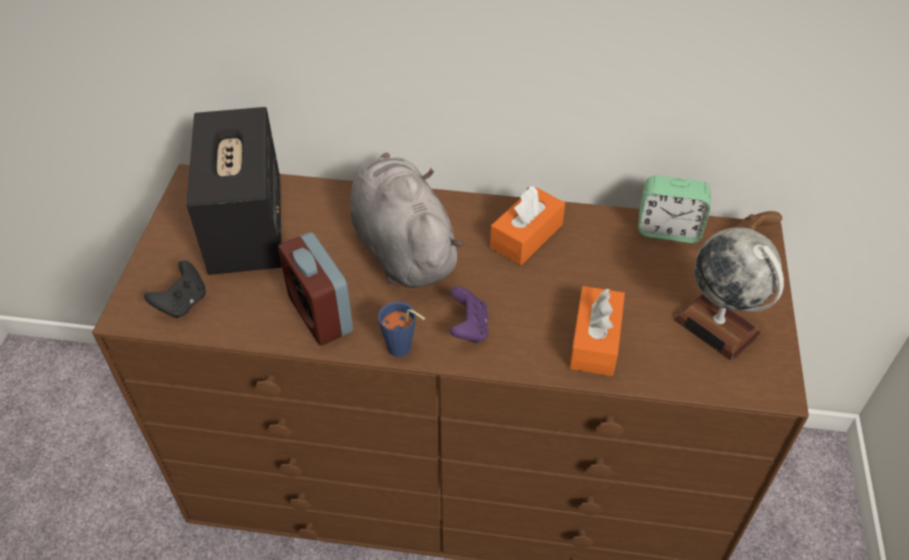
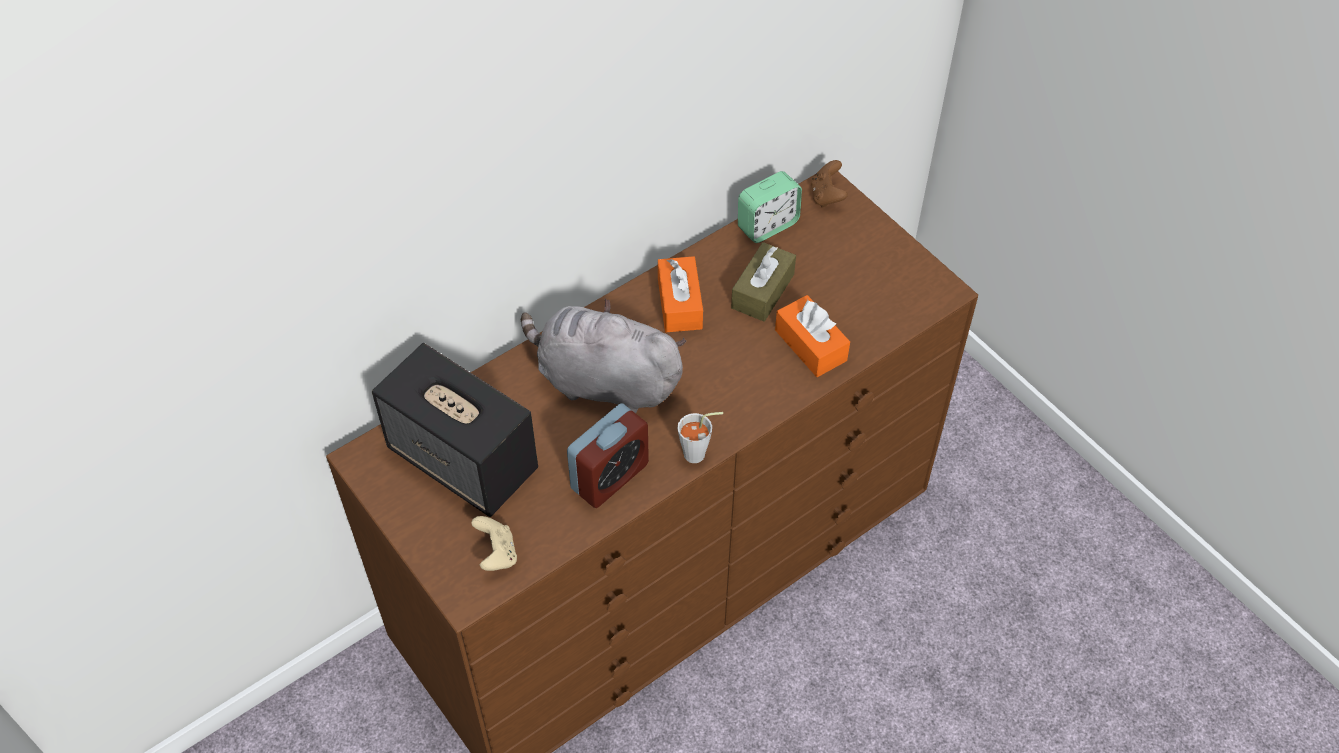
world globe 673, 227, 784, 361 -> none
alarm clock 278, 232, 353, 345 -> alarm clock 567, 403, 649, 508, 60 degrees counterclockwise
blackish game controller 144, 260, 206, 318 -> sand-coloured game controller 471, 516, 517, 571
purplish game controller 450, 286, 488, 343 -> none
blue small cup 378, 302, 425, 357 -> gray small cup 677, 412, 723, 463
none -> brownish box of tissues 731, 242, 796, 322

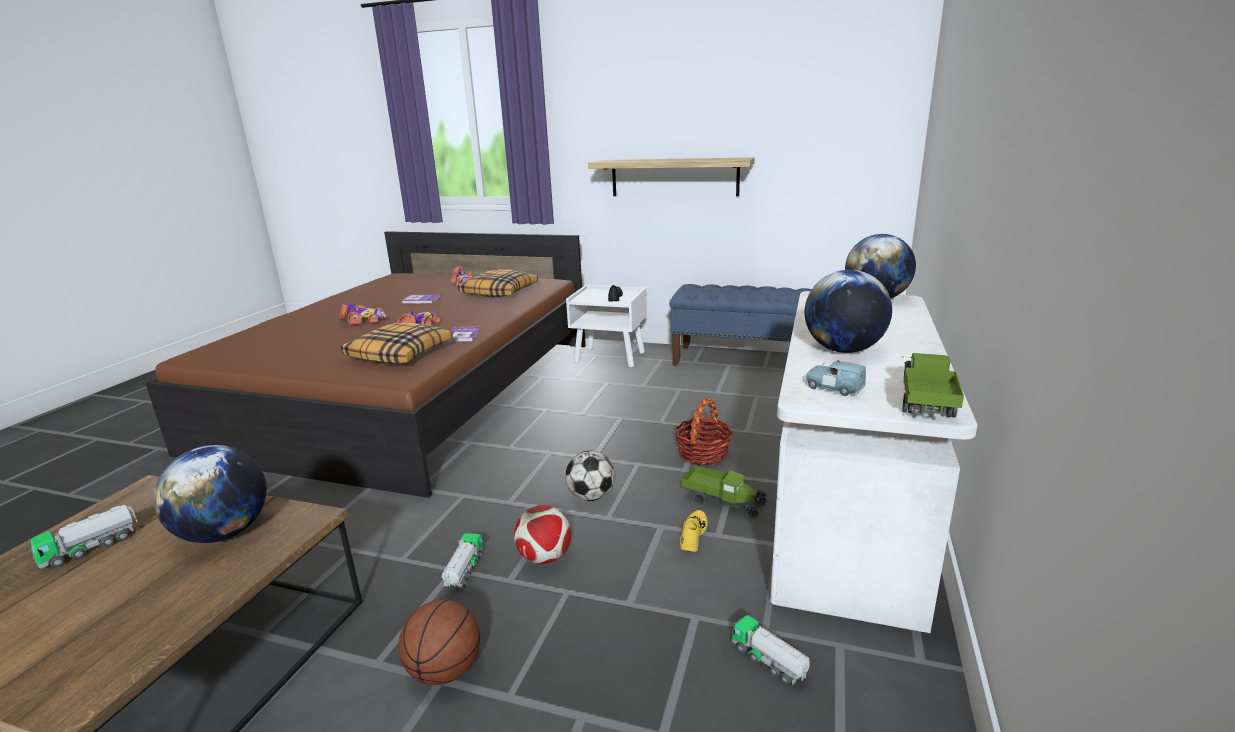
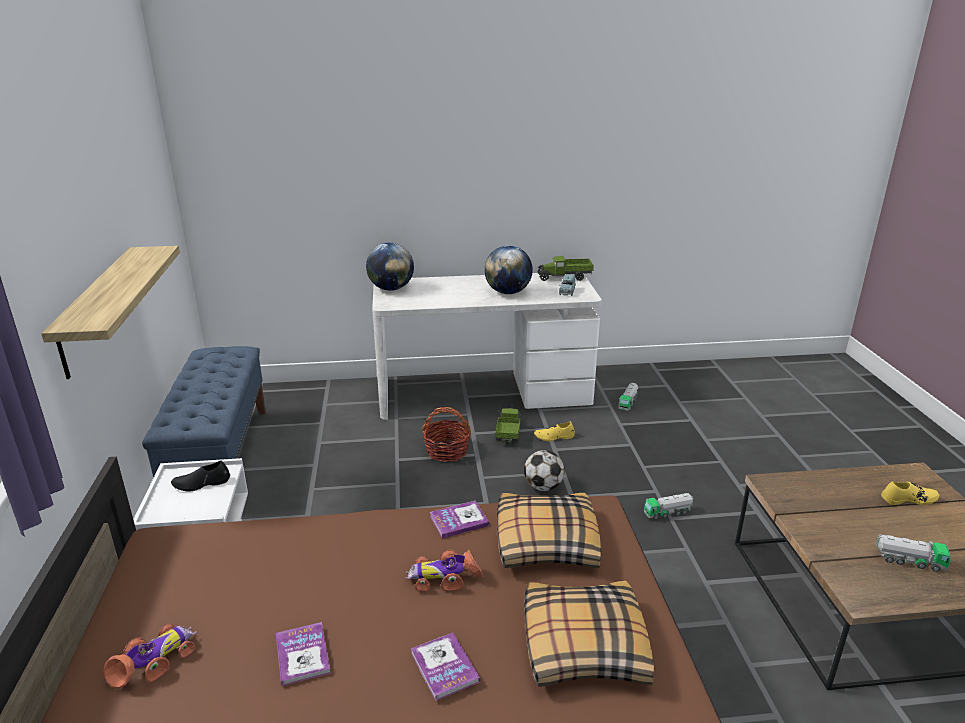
cushion 458, 269, 538, 297 -> cushion 524, 581, 654, 687, move
model car 339, 303, 388, 325 -> volume 411, 633, 480, 701
world globe 153, 445, 267, 543 -> none
football ball 514, 505, 571, 564 -> none
ball for basketball 399, 600, 480, 685 -> none
none -> yellow-coloured item of footwear 881, 481, 939, 505

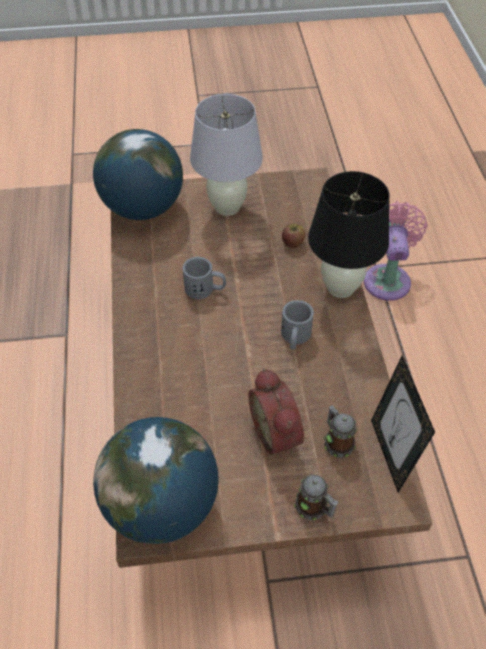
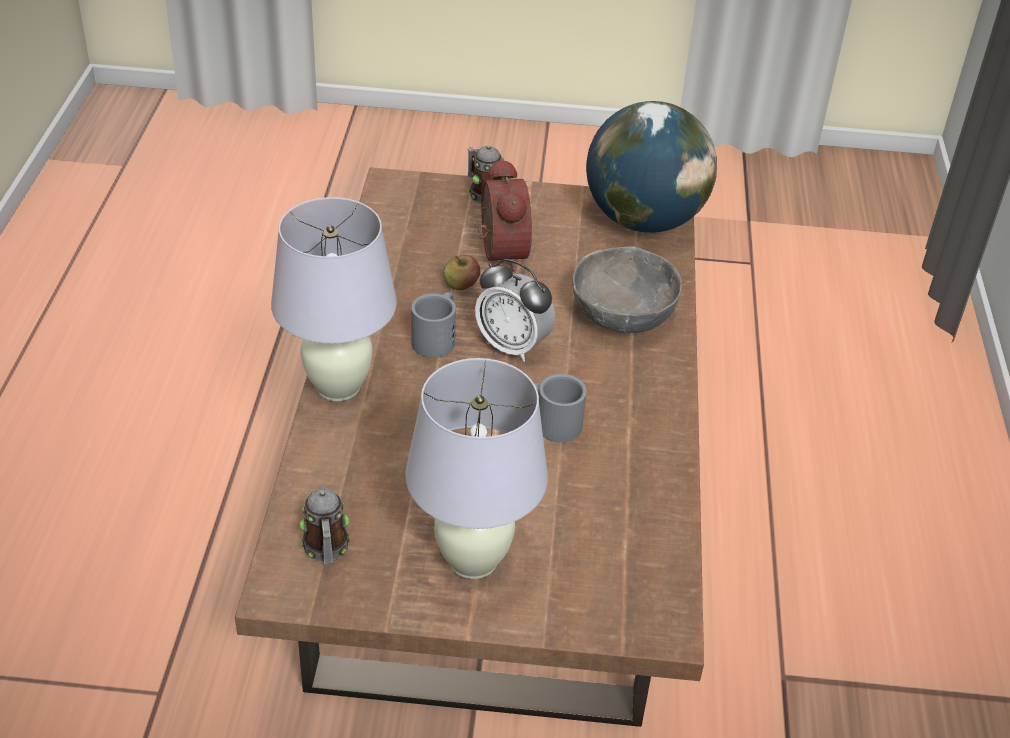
world globe 93, 129, 183, 220 -> none
blackish tabletop lamp 308, 171, 390, 298 -> white tabletop lamp 271, 197, 397, 402
pink fan 364, 201, 427, 301 -> none
apple 282, 224, 306, 248 -> apple 443, 255, 480, 290, move
photo frame 371, 356, 435, 493 -> none
mug 324, 405, 357, 458 -> mug 299, 488, 351, 564, move
none -> gray serving bowl 572, 246, 682, 333
none -> alarm clock 475, 259, 555, 362

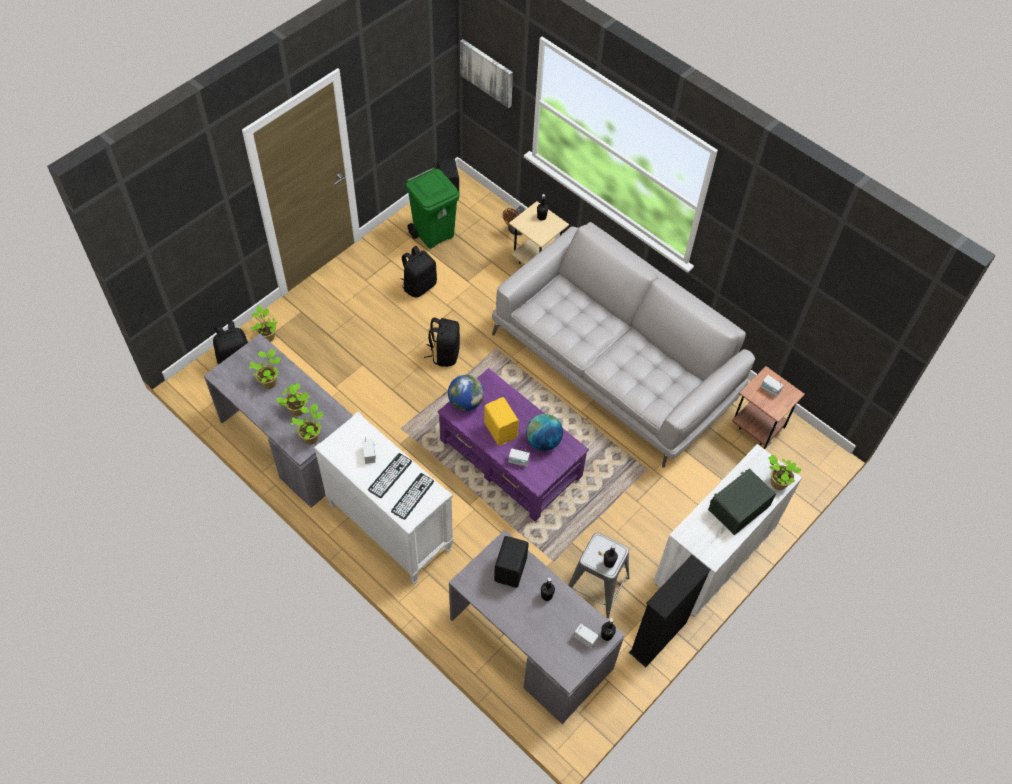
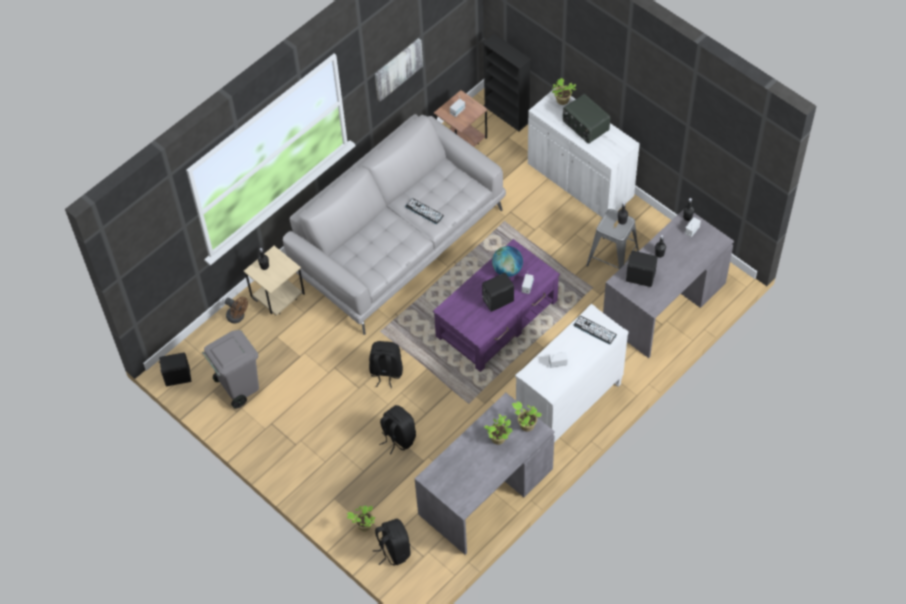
wall picture 460, 39, 513, 108 -> wall picture 375, 38, 423, 102, move
green-coloured waste bin 406, 168, 459, 249 -> gray waste bin 202, 330, 259, 409
blackish rucksack 401, 246, 437, 298 -> blackish rucksack 379, 405, 416, 454, move
houseplant 248, 349, 281, 389 -> none
world globe 448, 375, 484, 411 -> none
yellow-coloured speaker 484, 397, 519, 446 -> blackish speaker 482, 273, 514, 312
computer keyboard 368, 453, 412, 498 -> computer keyboard 405, 198, 444, 224, move
blackish bookshelf 629, 555, 710, 667 -> blackish bookshelf 482, 33, 531, 131, move

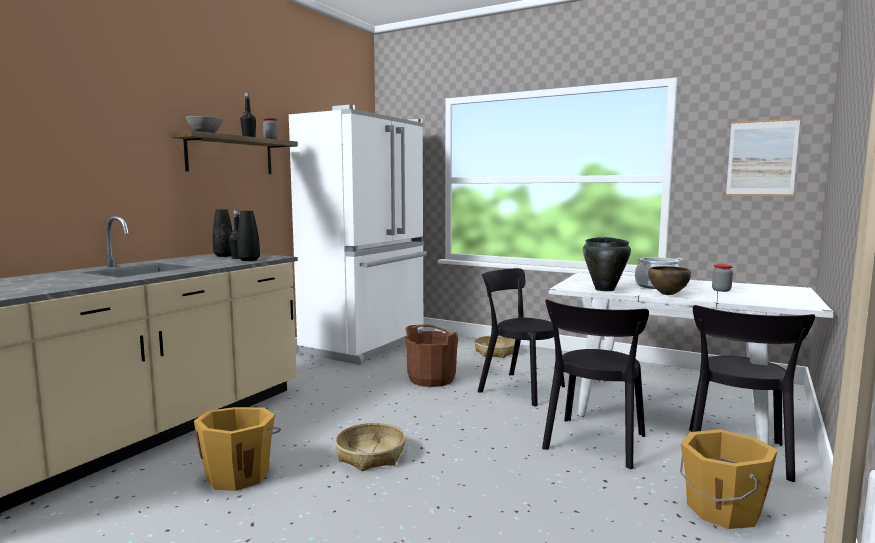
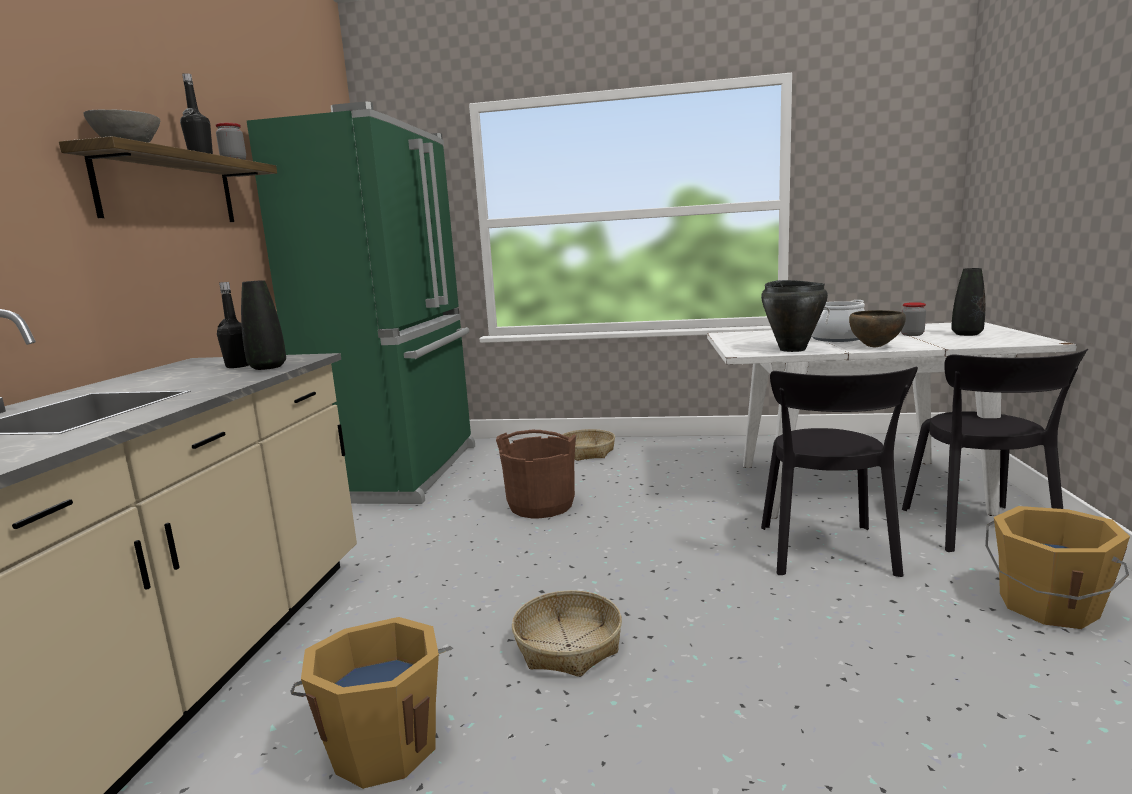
white fridge 289, 105, 427, 365 -> green-coloured fridge 247, 101, 475, 504
wall picture 726, 118, 800, 196 -> none
blackish flower vase 213, 209, 233, 257 -> blackish flower vase 951, 268, 985, 336, move
blackish upright chair 478, 268, 565, 406 -> none

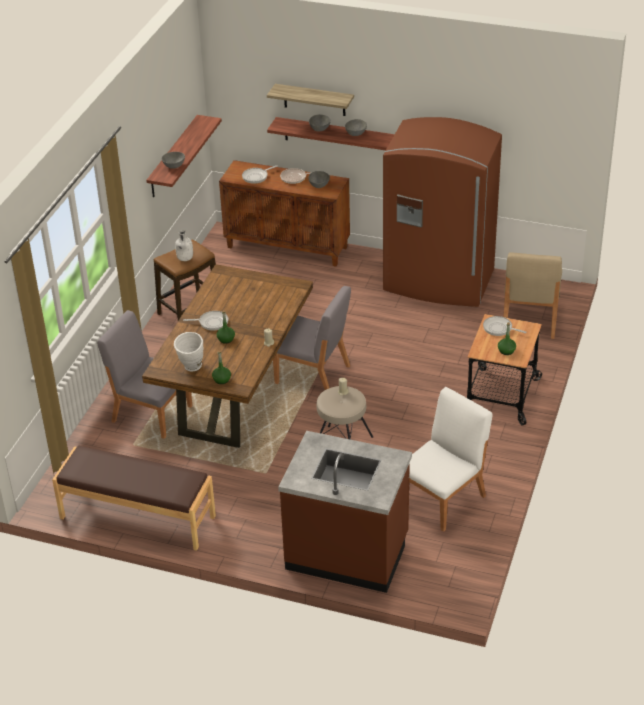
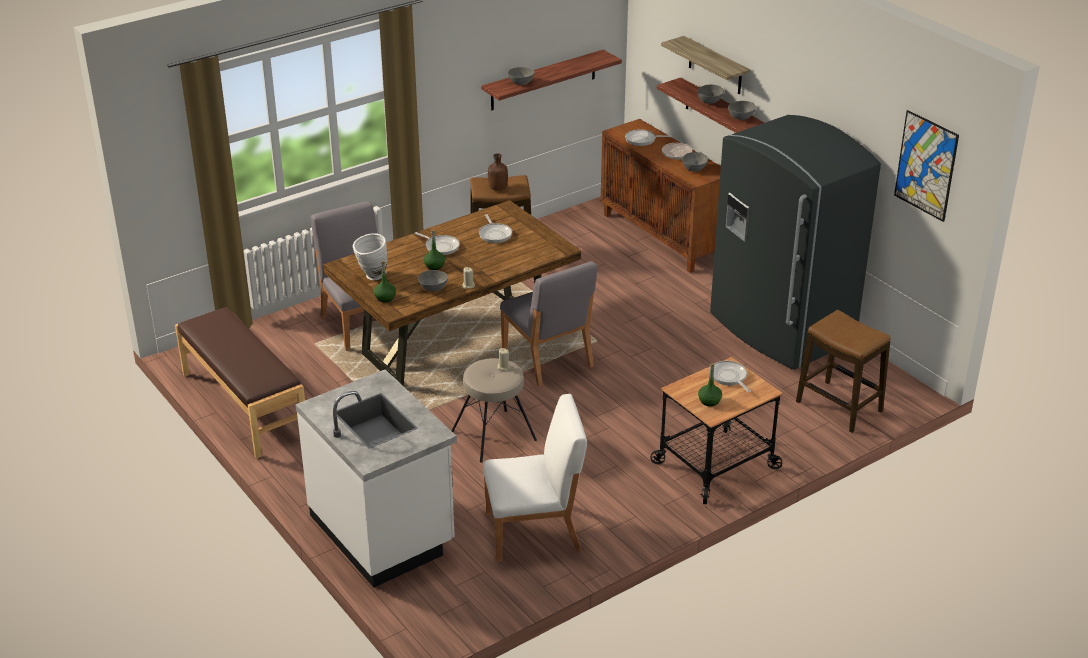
brownish fridge 383, 117, 502, 307 -> gray fridge 710, 115, 881, 370
white bottle 175, 230, 193, 261 -> brownish bottle 488, 153, 508, 191
sand-coloured upright chair 503, 252, 562, 339 -> stool seat 796, 310, 891, 433
brownish kitchen base unit 278, 431, 412, 593 -> white kitchen base unit 295, 369, 457, 587
none -> wall picture 894, 110, 959, 222
none -> pan 479, 214, 512, 243
none -> gray serving bowl 418, 270, 448, 292

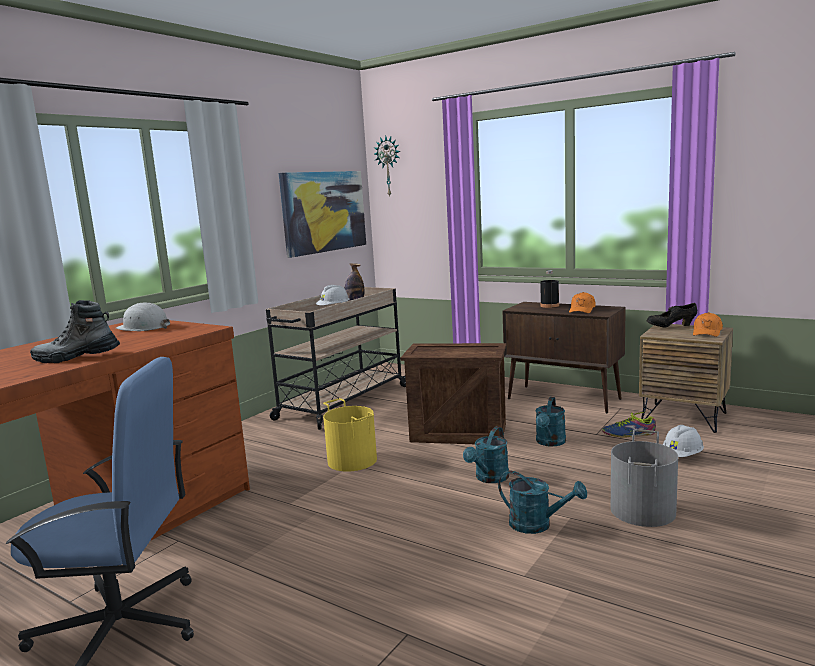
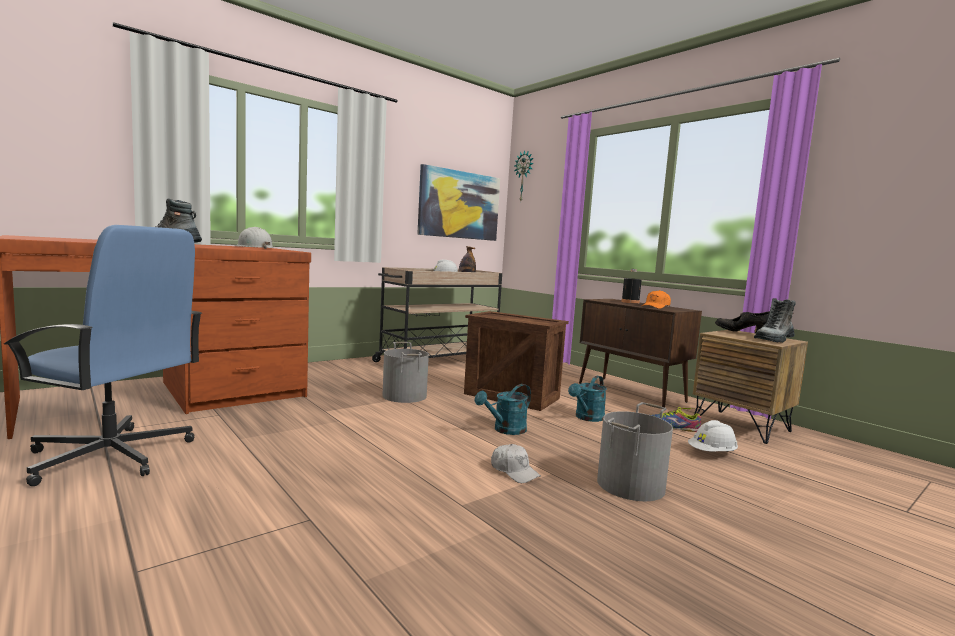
orangey baseball cap 693, 312, 723, 337 -> high-top boot 754, 298, 796, 343
yellow-coloured pail 323, 398, 377, 472 -> gray pail 382, 342, 429, 403
blue-green watering pot 498, 470, 587, 534 -> white baseball cap 491, 444, 541, 483

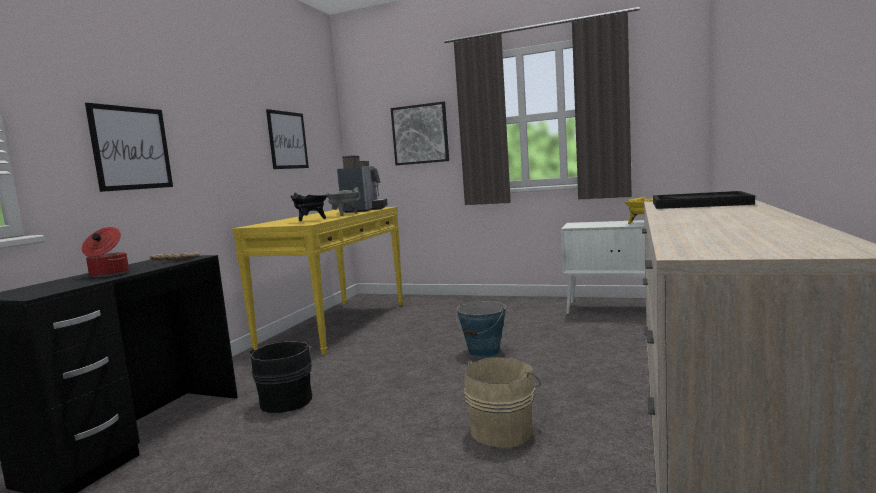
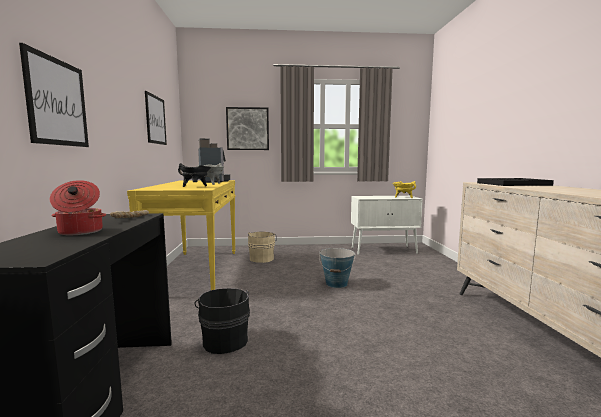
sand-coloured pail 464, 357, 541, 448 -> sand-coloured pail 248, 231, 277, 263, move

